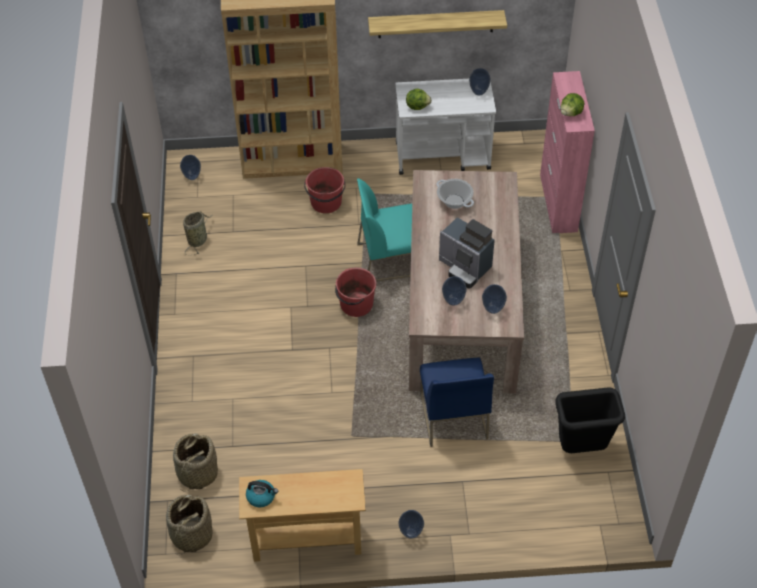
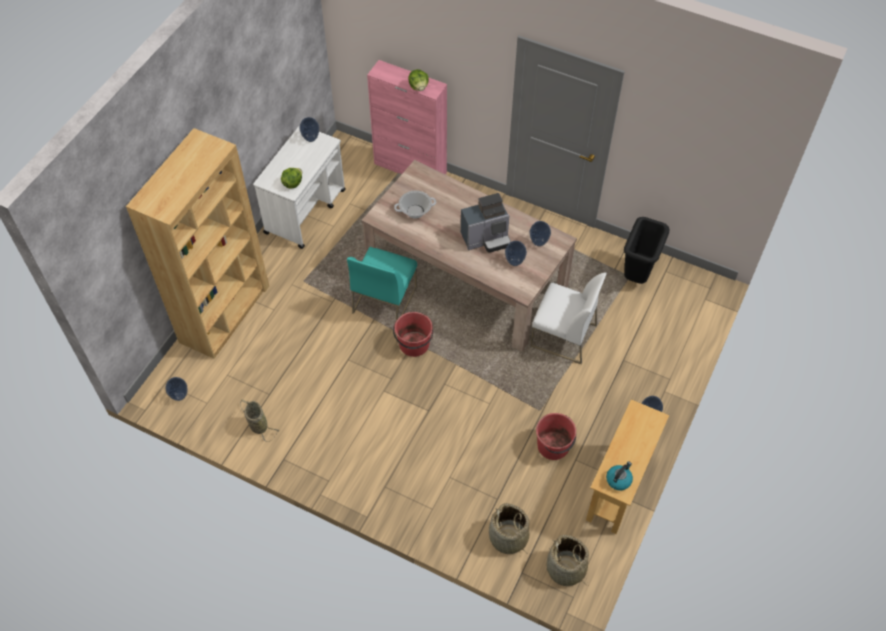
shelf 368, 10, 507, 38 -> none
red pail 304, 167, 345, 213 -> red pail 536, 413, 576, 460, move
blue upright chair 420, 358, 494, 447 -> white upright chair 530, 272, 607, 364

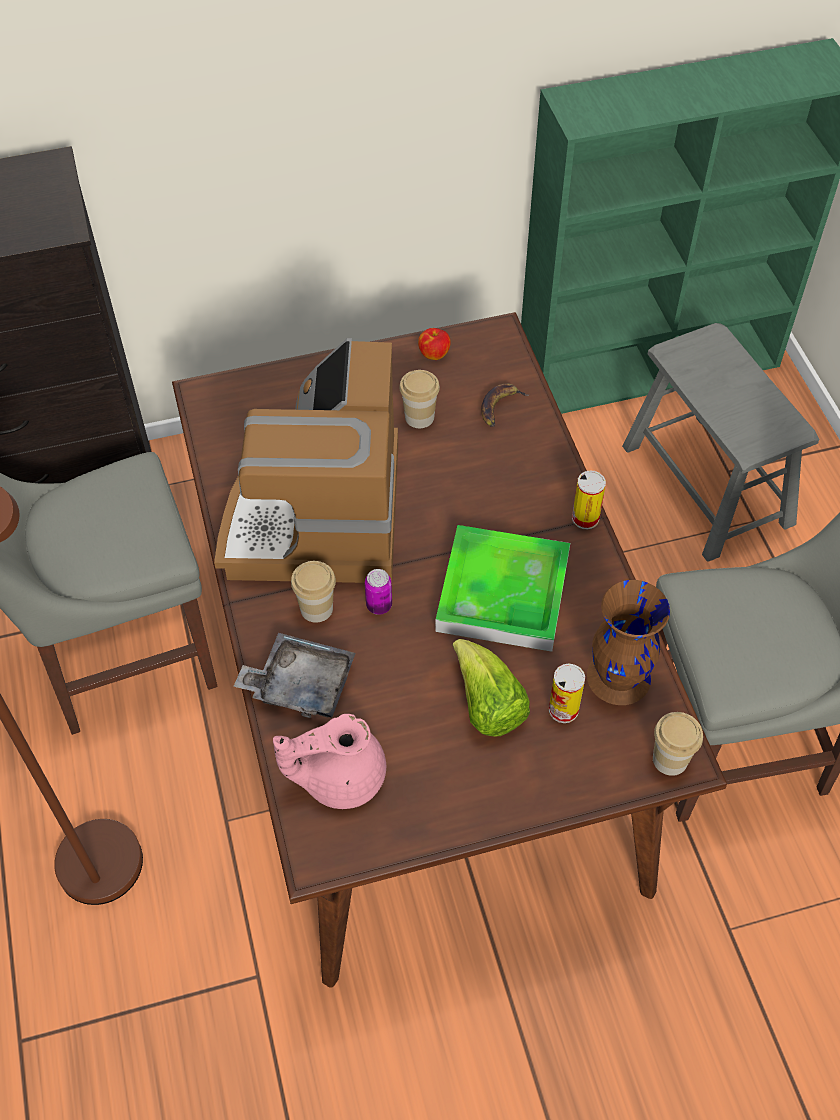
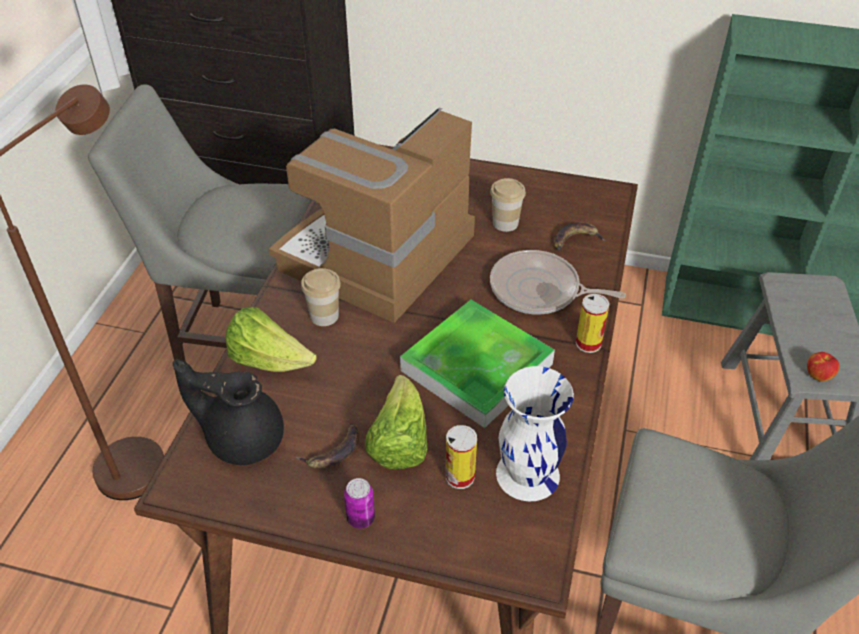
apple 418, 328, 451, 360 -> apple 807, 352, 840, 382, move
sealed can 365, 569, 392, 615 -> sealed can 344, 478, 375, 529, move
brownish flower vase 587, 580, 670, 705 -> white flower vase 496, 366, 574, 501
gray tray 234, 633, 356, 718 -> lettuce head 225, 307, 317, 372
small cup 653, 712, 703, 776 -> none
pink tea pot 273, 714, 386, 809 -> blackish tea pot 173, 359, 284, 465
none -> pan 490, 250, 626, 314
none -> banana 296, 423, 360, 468

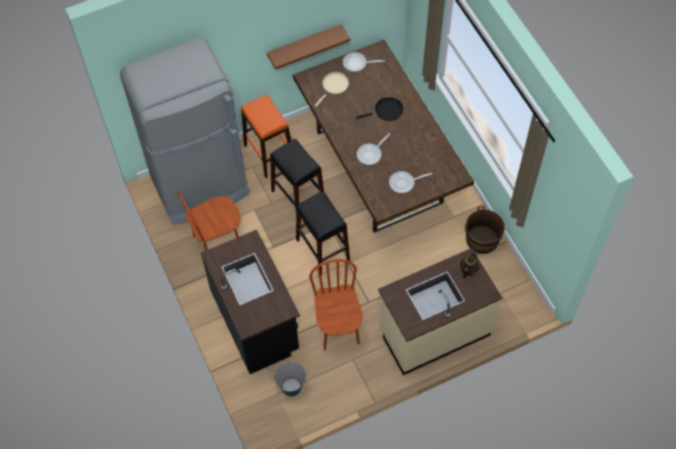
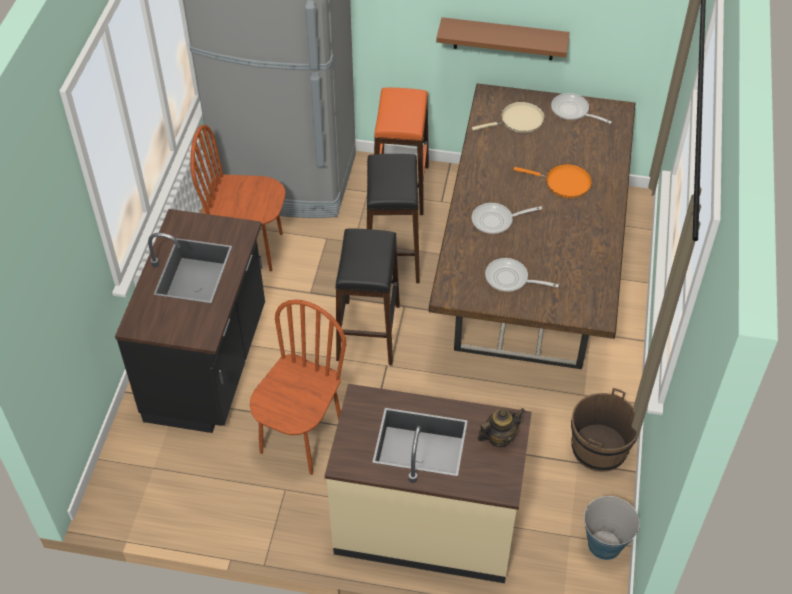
blackish pan 356, 97, 403, 121 -> orangey pan 514, 164, 592, 198
pail 274, 361, 307, 396 -> pail 584, 496, 640, 560, move

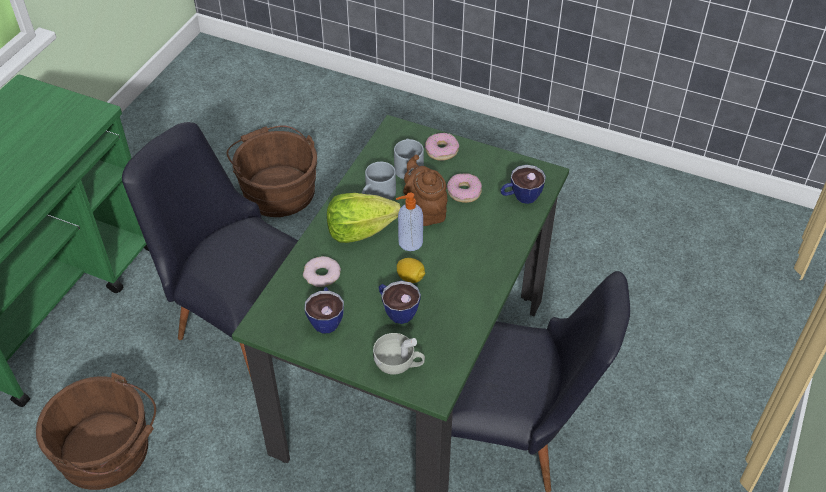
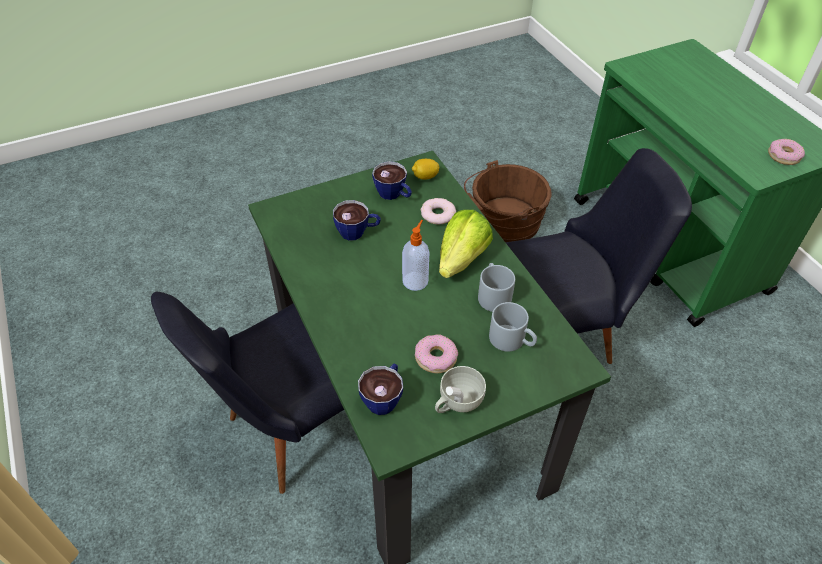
brownish pail 227, 126, 317, 217 -> none
doughnut 425, 133, 459, 161 -> doughnut 768, 139, 805, 165, move
brownish tea pot 403, 154, 448, 226 -> none
lemon 397, 258, 425, 283 -> lemon 412, 159, 439, 180, move
white small cup 373, 333, 425, 375 -> white small cup 435, 366, 486, 413, move

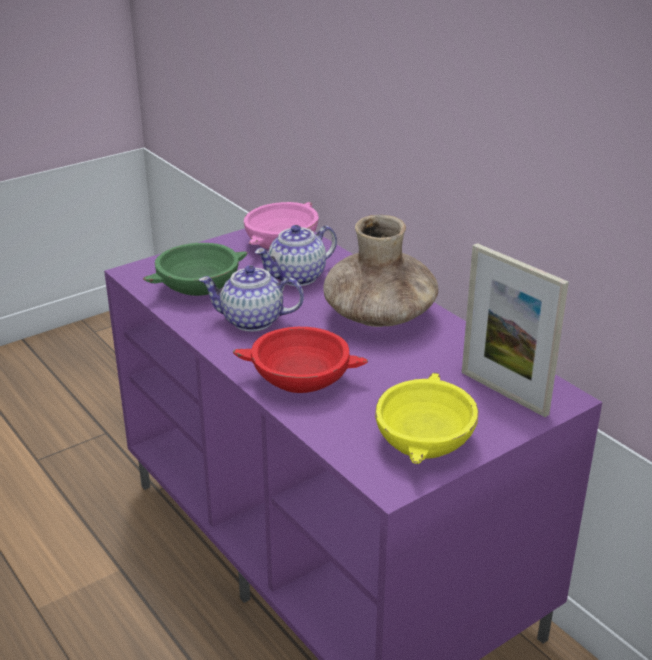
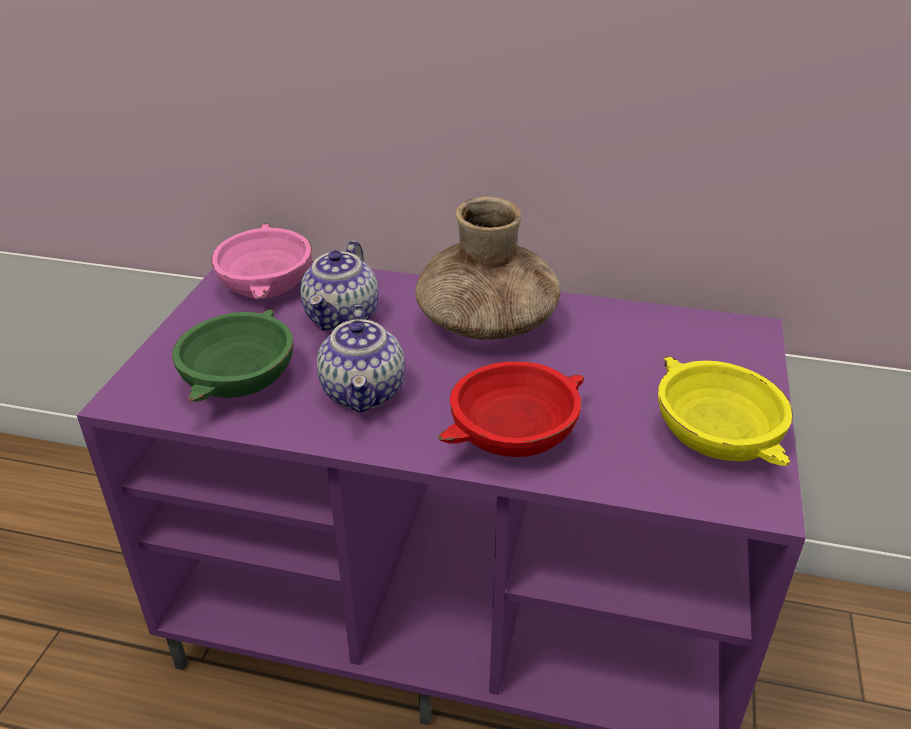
photo frame 462, 243, 569, 417 -> none
tea pot 199, 265, 304, 332 -> tea pot 317, 305, 405, 413, 60 degrees counterclockwise

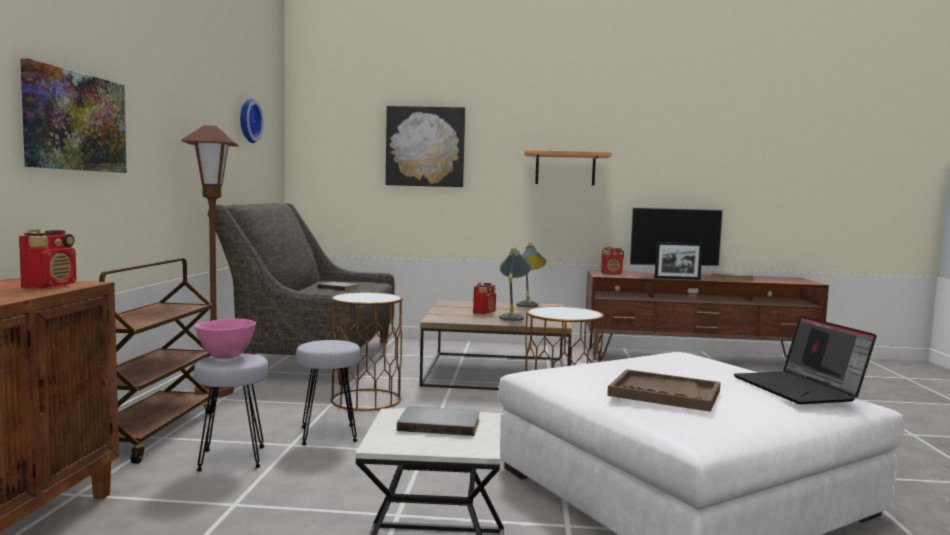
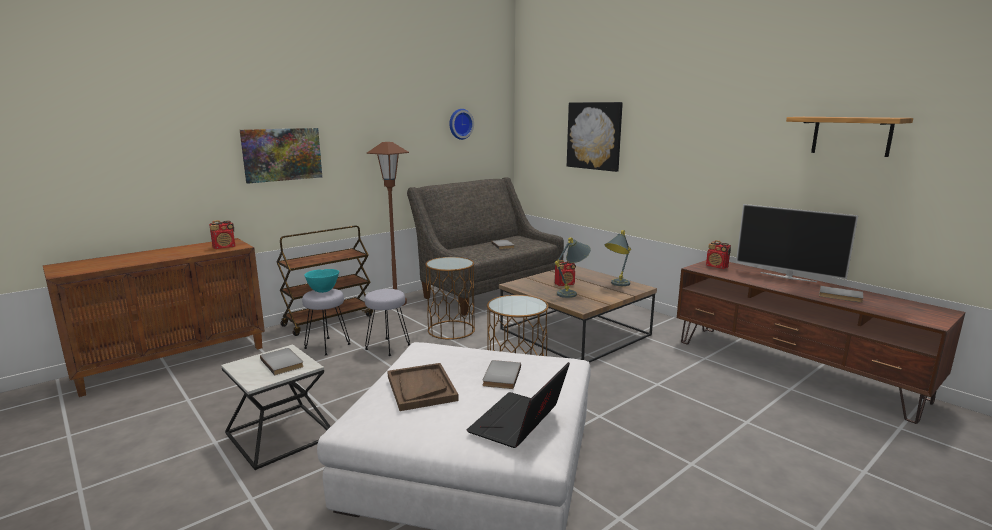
shelf 525, 150, 612, 186 -> shelf 786, 117, 913, 157, move
photo frame 654, 242, 703, 280 -> none
pink serving bowl 195, 319, 256, 359 -> blue-green serving bowl 304, 269, 339, 293
none -> gray volume 483, 360, 521, 389

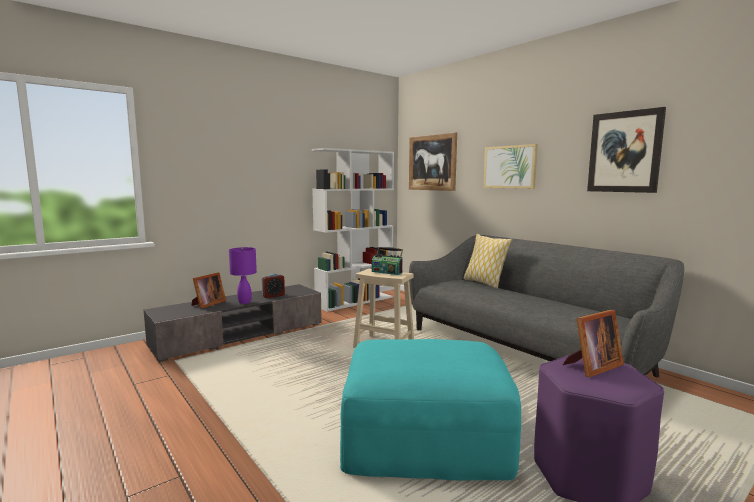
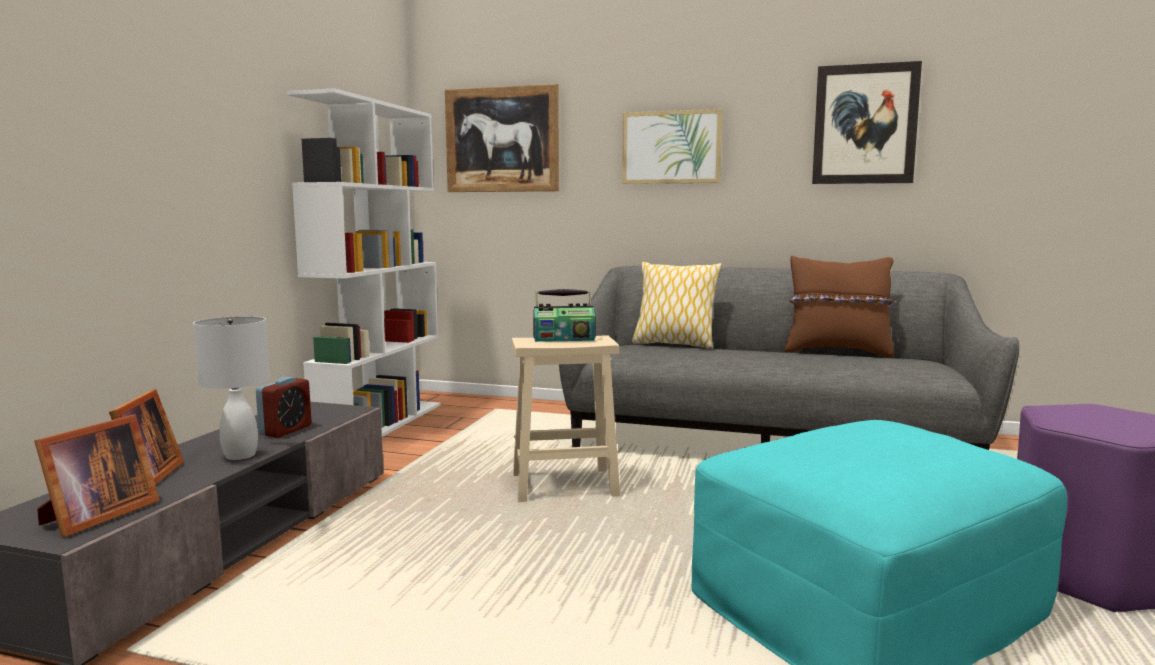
purplish tabletop lamp 229, 247, 257, 304 -> white tabletop lamp 193, 316, 270, 460
photo frame 563, 310, 624, 377 -> photo frame 34, 414, 159, 537, move
none -> brownish cushion 785, 256, 896, 358

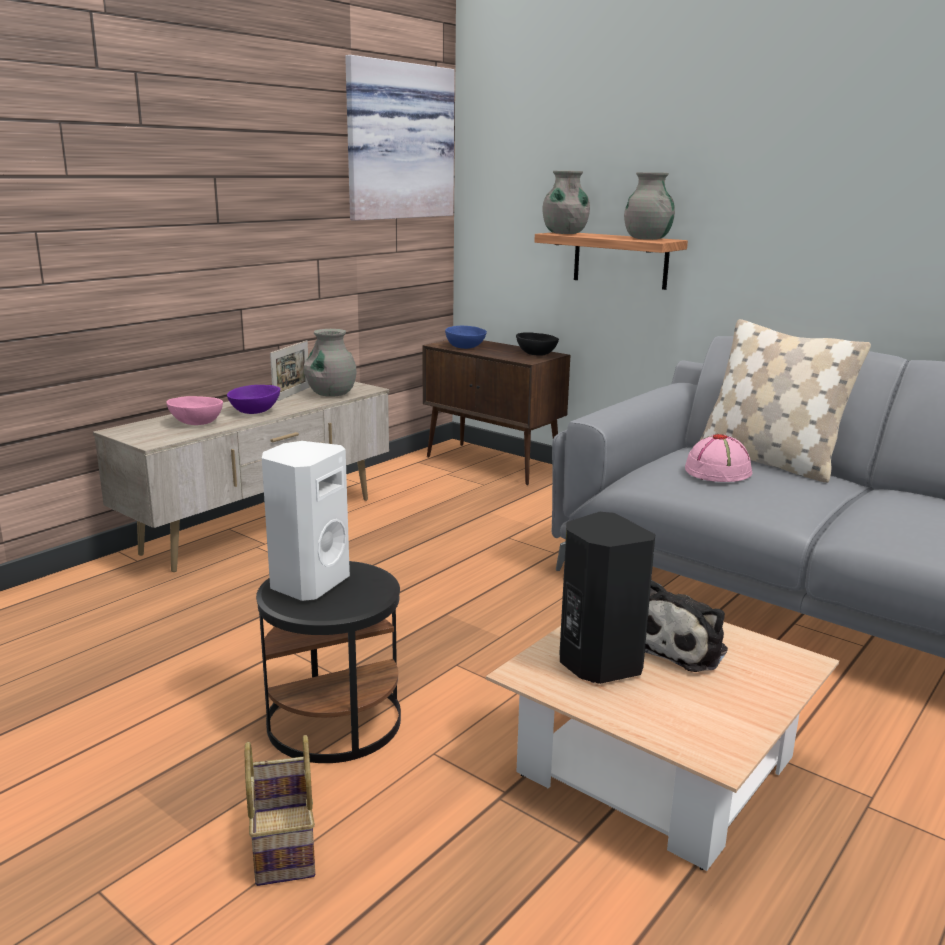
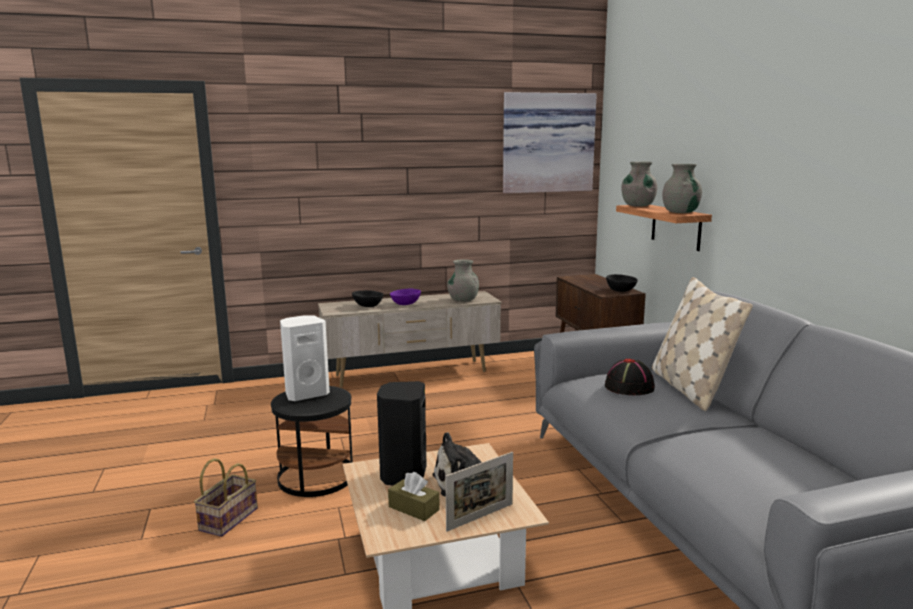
blue serving bowl 445, 326, 487, 349 -> none
photo frame 270, 340, 310, 402 -> photo frame 445, 452, 513, 531, move
pink serving bowl 166, 396, 223, 425 -> blackish serving bowl 352, 290, 383, 307
pink wearable hat 685, 434, 752, 482 -> blackish wearable hat 605, 359, 655, 395
none -> brownish box of tissues 388, 472, 440, 521

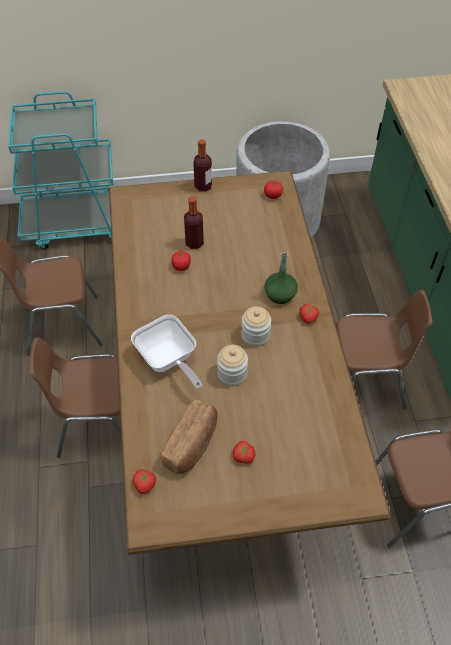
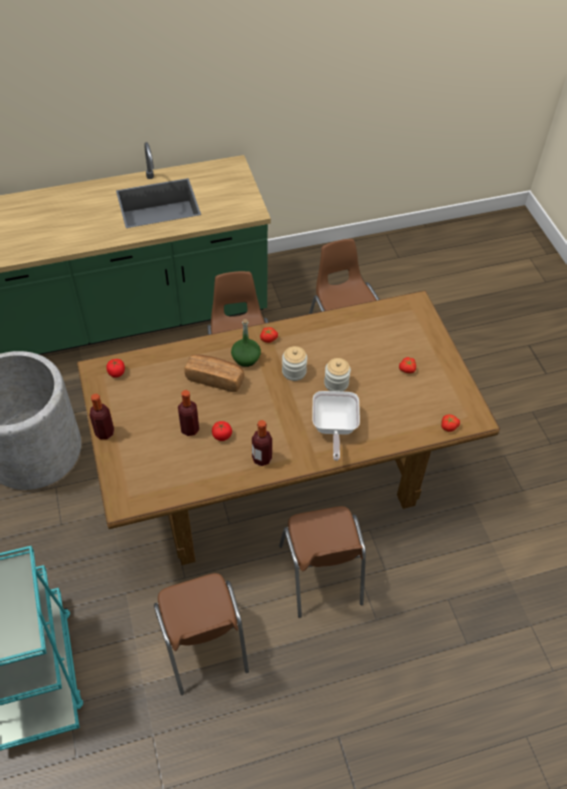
pan 131, 315, 202, 390 -> pan 312, 391, 360, 461, 135 degrees clockwise
baked bread 161, 399, 218, 474 -> baked bread 184, 354, 244, 392, move
none -> bottle 252, 420, 272, 466

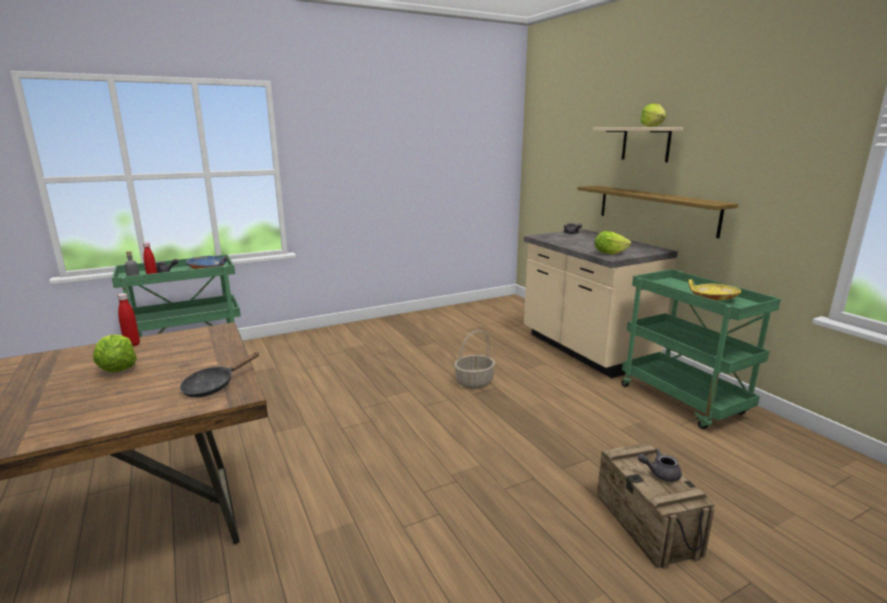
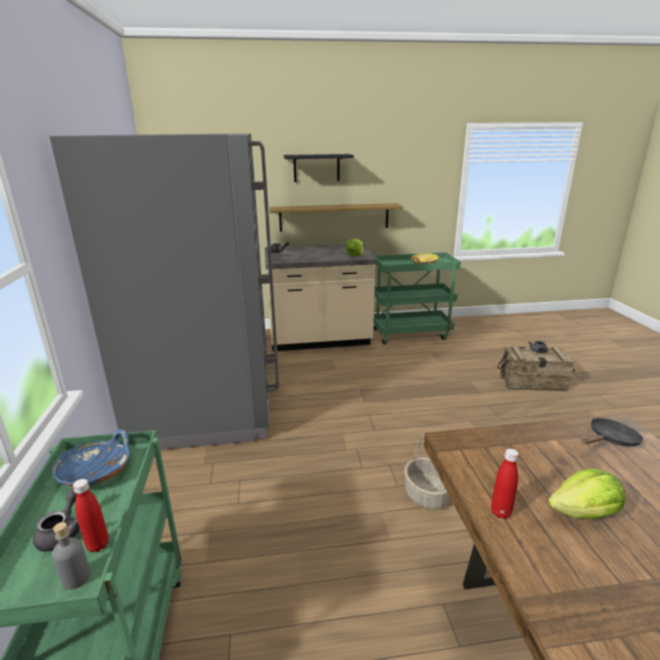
lettuce head 640, 103, 667, 127 -> none
sand-coloured shelf 593, 127, 683, 162 -> blackish shelf 284, 154, 354, 182
household basket 454, 330, 495, 389 -> household basket 404, 434, 450, 510, move
blackish pan 180, 352, 259, 397 -> blackish pan 582, 418, 643, 446, 90 degrees counterclockwise
none -> gray fridge 50, 133, 279, 450

